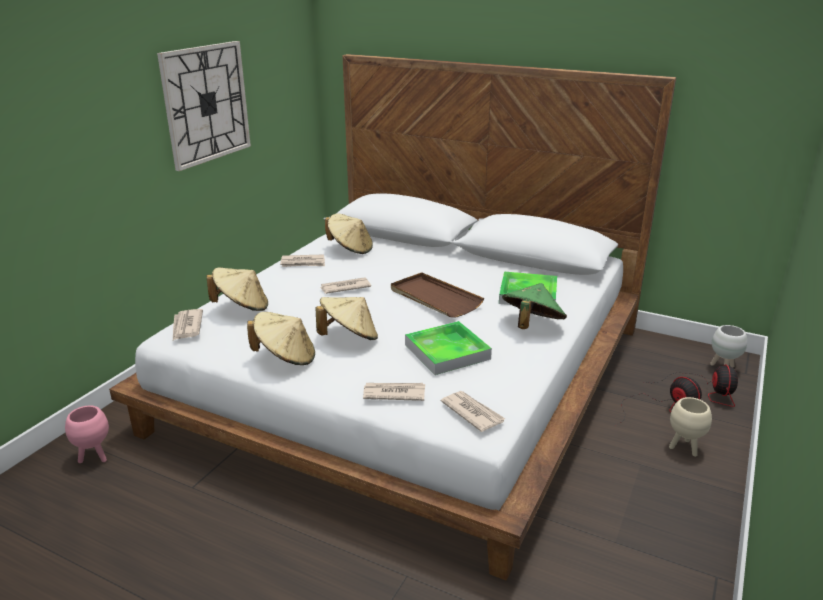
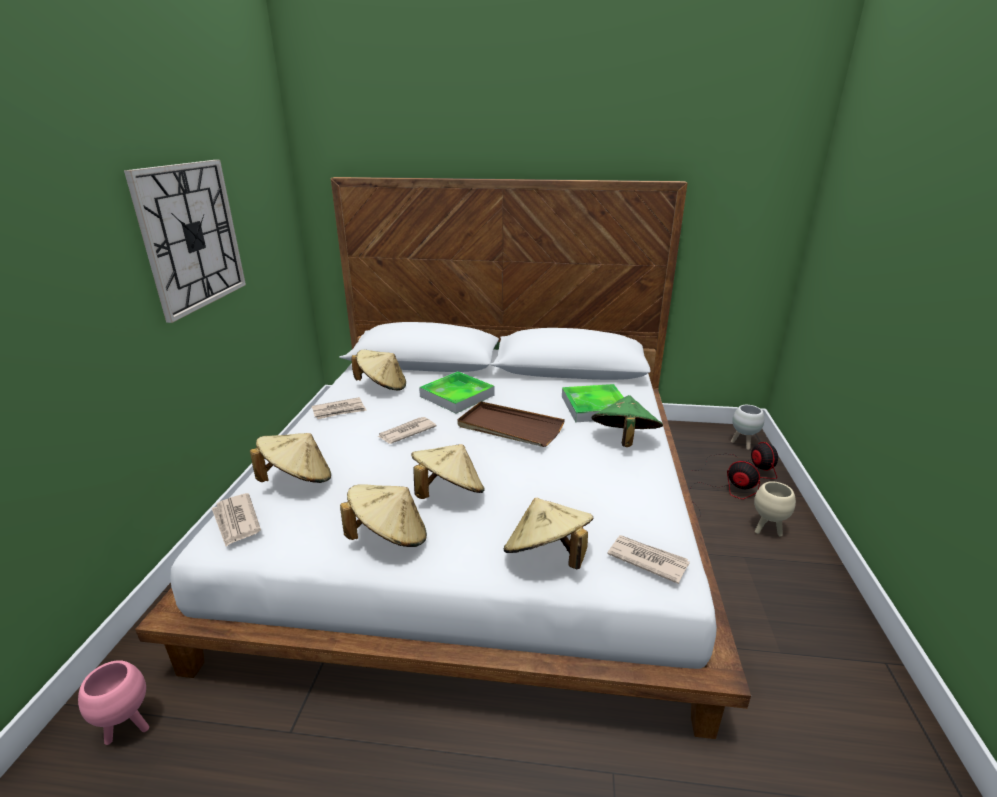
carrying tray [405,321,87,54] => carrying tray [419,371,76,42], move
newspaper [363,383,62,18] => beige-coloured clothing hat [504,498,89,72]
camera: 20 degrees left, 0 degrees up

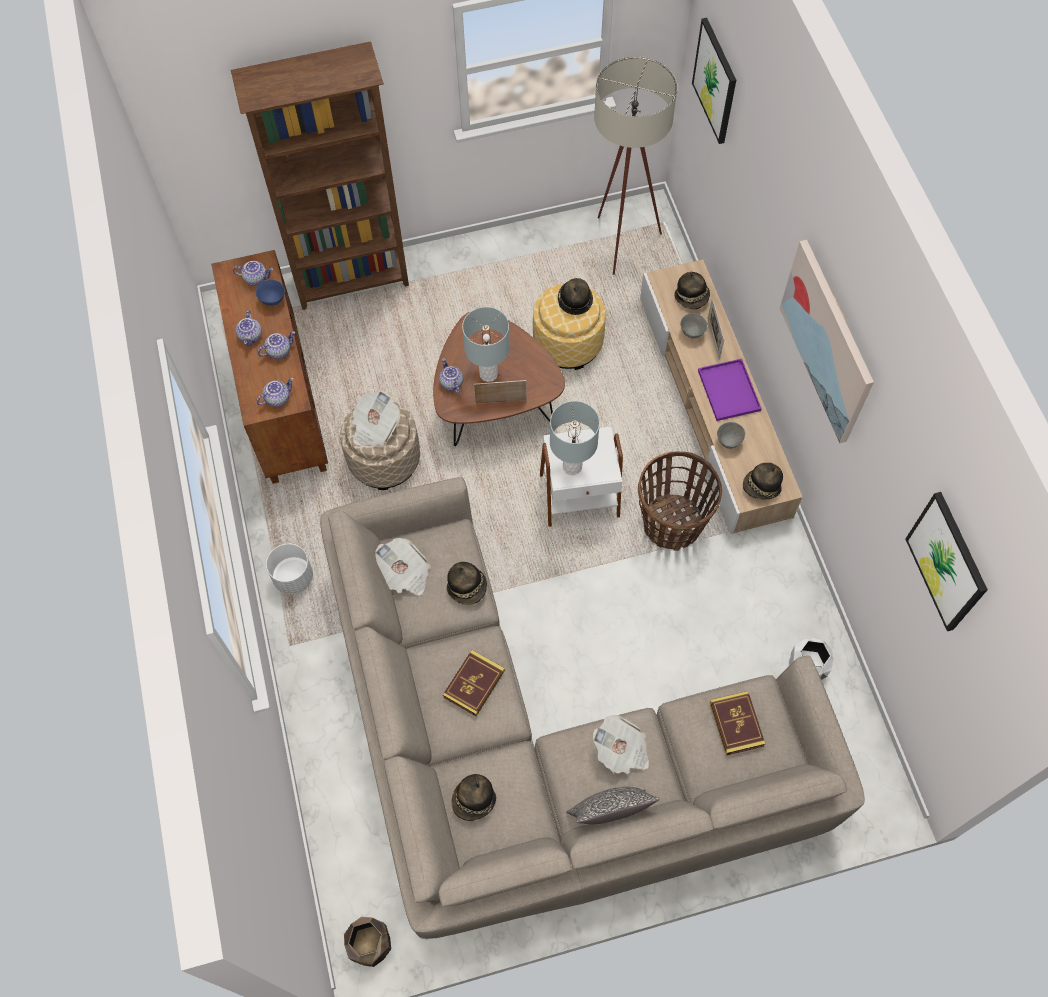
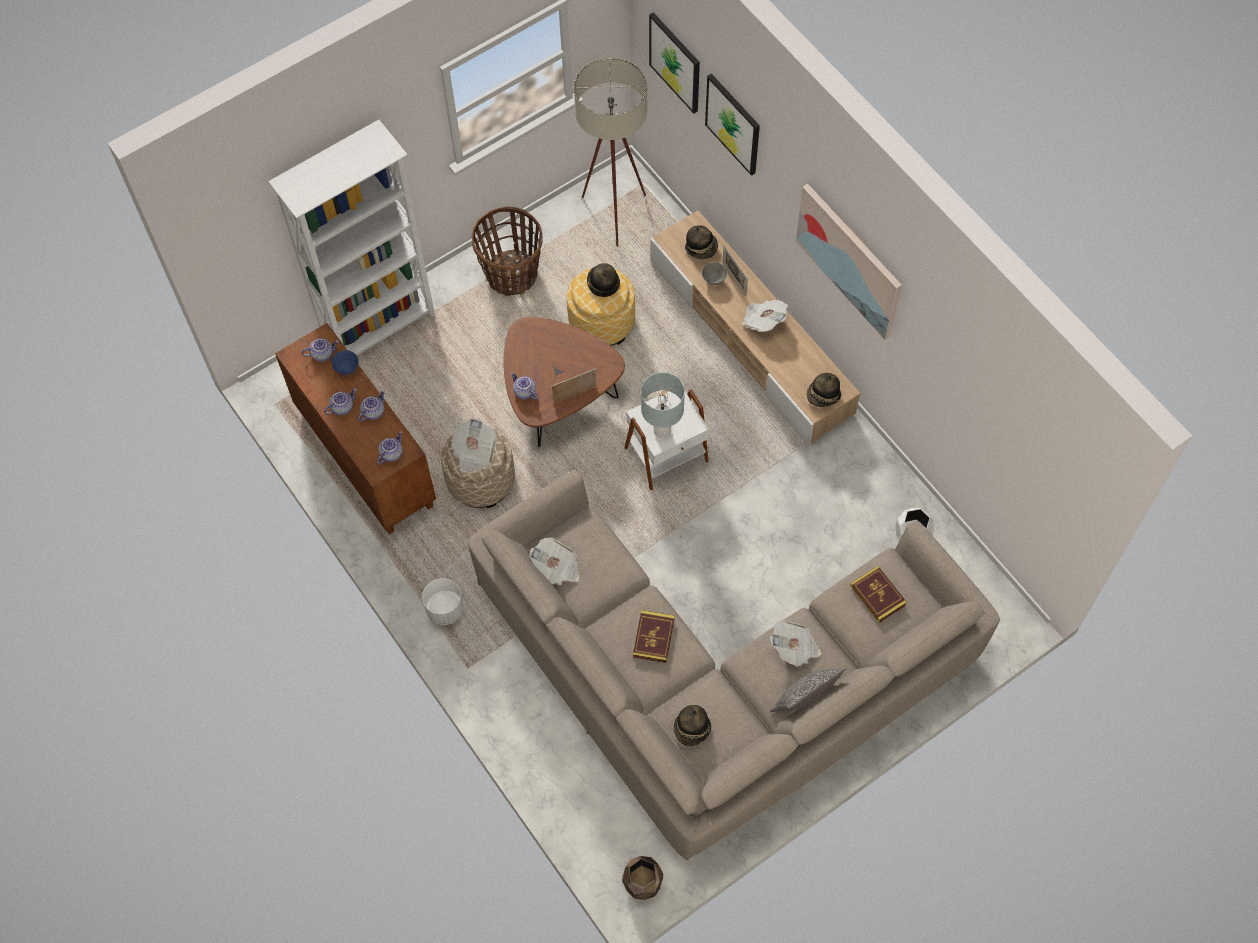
brownish shelving unit [231,41,178,269] => white shelving unit [268,120,167,235]
greyish lamp for a table [462,307,48,75] => nothing
pot for tea [236,310,26,36] => pot for tea [324,389,33,26], 105 degrees counterclockwise
purplish carrying tray [698,359,64,62] => newspaper [742,299,46,33]
greyish bowl [717,422,28,27] => nothing
household basket [638,451,84,100] => household basket [472,207,71,89], move
wall picture [905,492,83,139] => wall picture [705,74,55,102], move
clothing hat [447,562,40,43] => nothing
camera: 20 degrees left, 0 degrees up

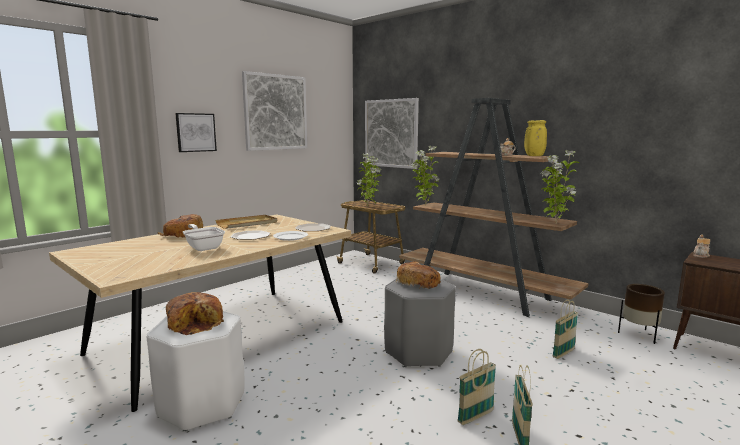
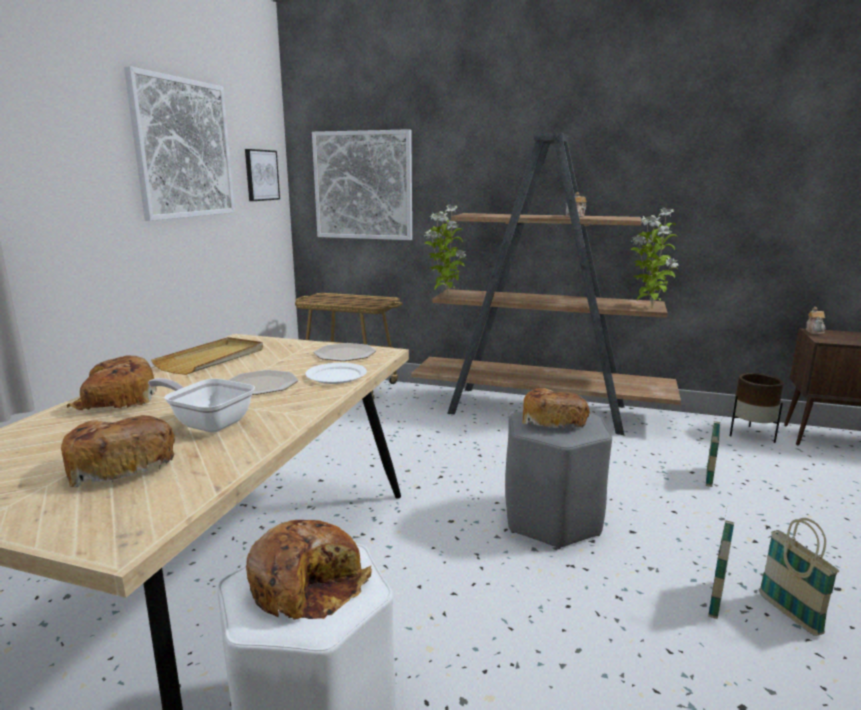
wall picture [175,113,42,39] => wall picture [245,149,35,52], move
yellow vase [524,120,23,36] => nothing
plant in a pot [356,153,26,54] => nothing
nothing => bakery bread [61,415,114,72]
camera: 25 degrees left, 5 degrees up

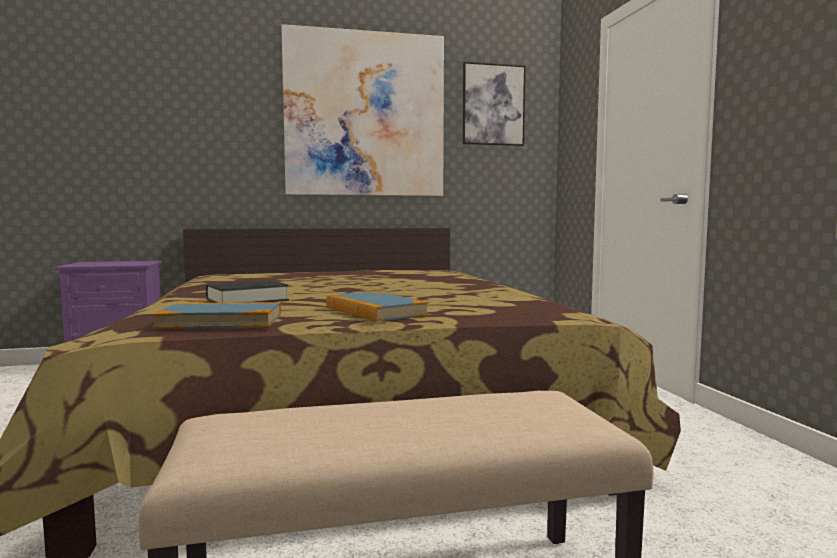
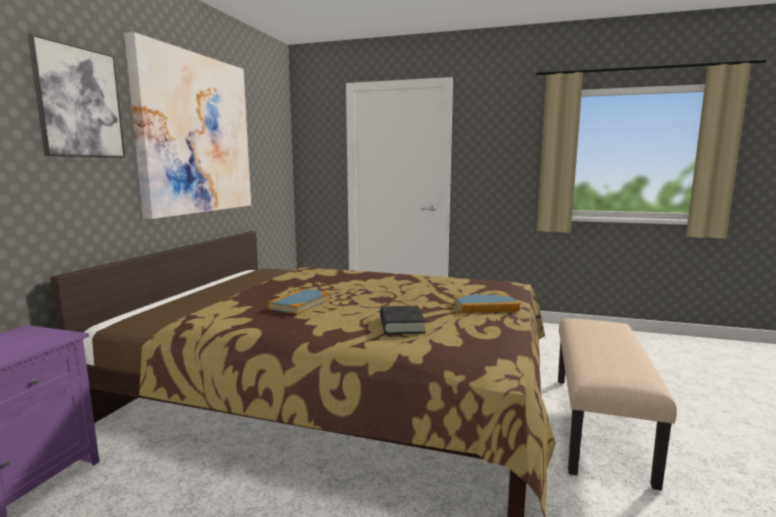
wall picture [463,62,63,84] => wall picture [28,33,97,125], move
bound book [152,302,129,27] => bound book [268,288,62,26], move
camera: 60 degrees left, 5 degrees up

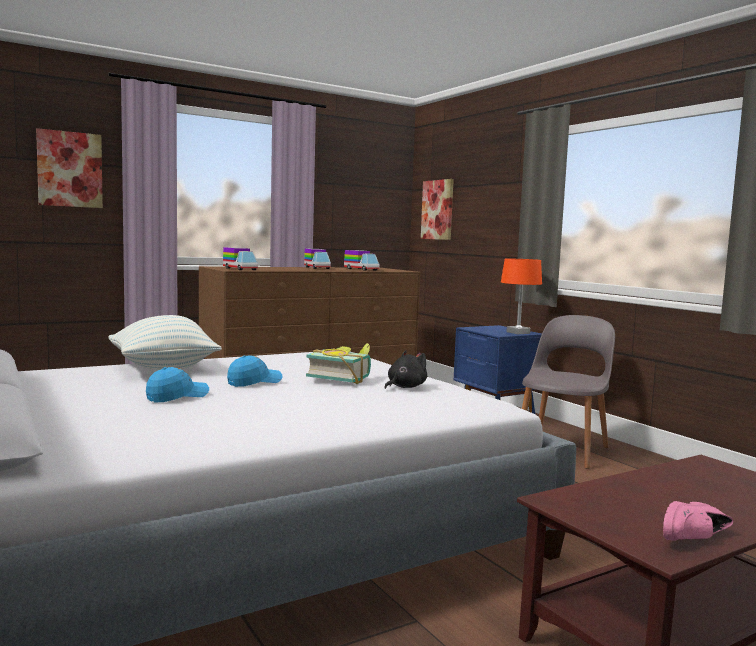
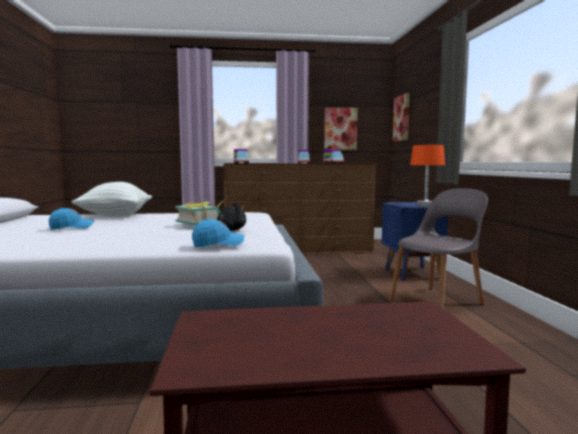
wall picture [36,128,67,80] => wall picture [324,107,34,43], move
blue-coloured peaked cap [227,355,55,32] => blue-coloured peaked cap [192,219,52,28], move
pinkish low shoe [663,501,70,40] => nothing
camera: 25 degrees right, 0 degrees up

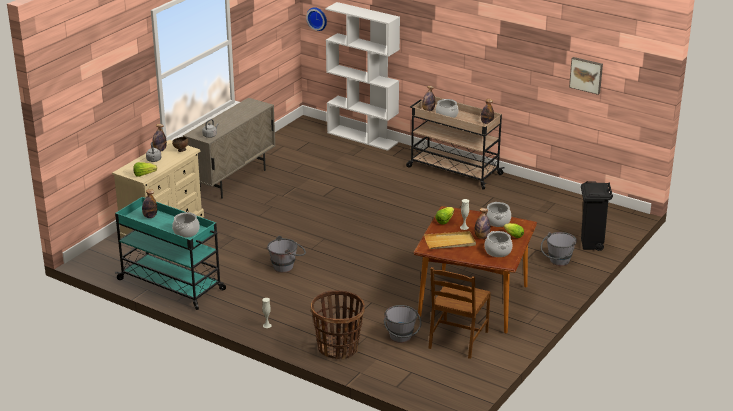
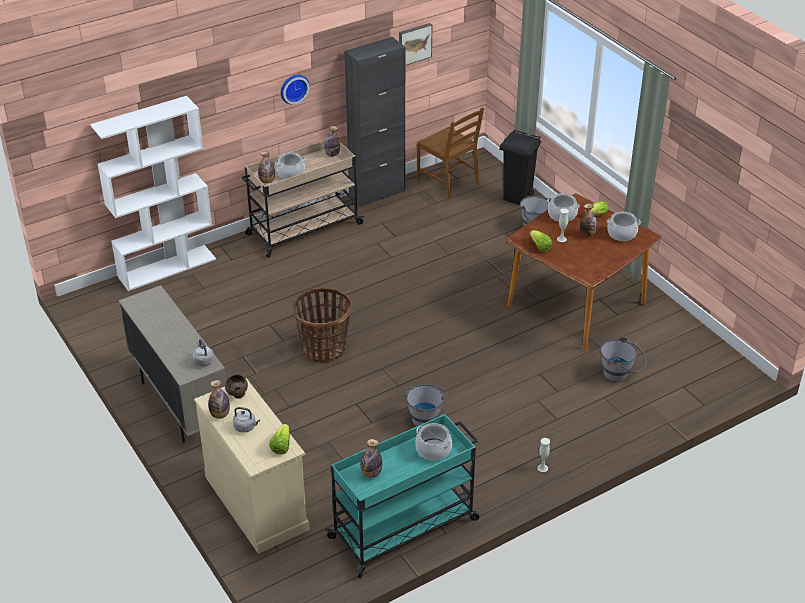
wall clock [306,7,21,24] => wall clock [281,75,29,30], move
beige-coloured carrying tray [424,231,52,18] => nothing
brownish chair [428,267,63,92] => brownish chair [417,107,67,93], move
household basket [311,290,54,69] => household basket [293,288,59,75], move
nothing => black-coloured cabinet [345,37,60,170]
camera: 65 degrees left, 10 degrees up

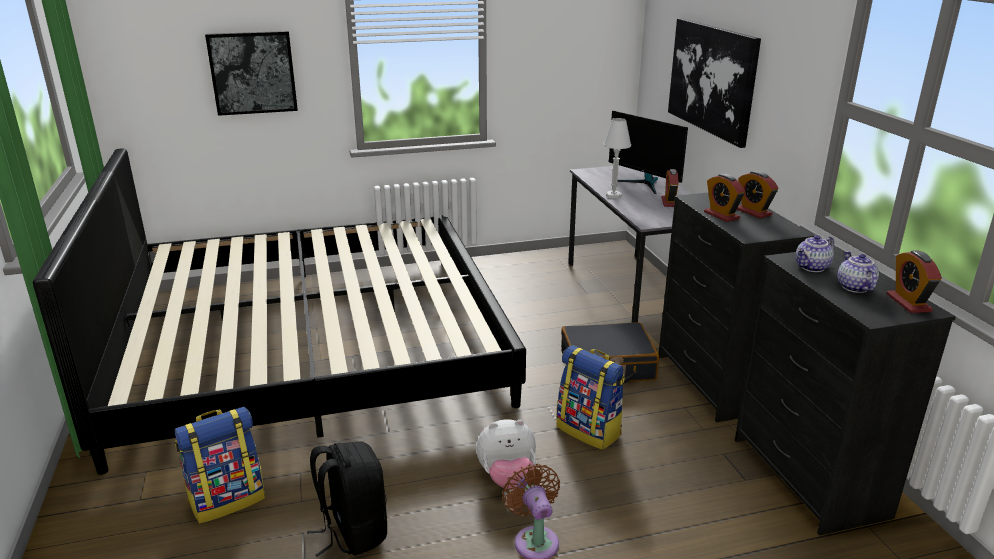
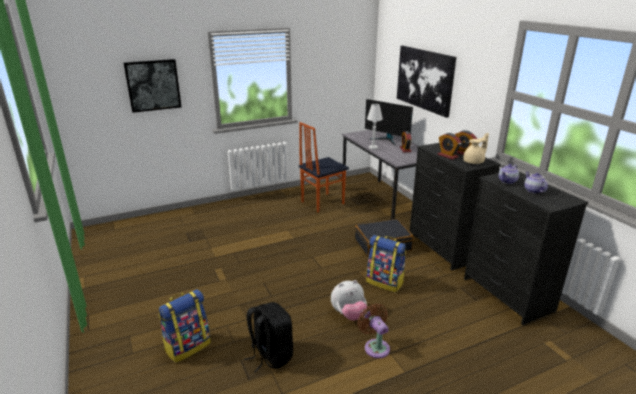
bed [33,148,493,327] => nothing
table clock [887,250,55,63] => nothing
nothing => chair [299,122,50,90]
nothing => beige-coloured pot for tea [463,133,26,31]
camera: 10 degrees left, 0 degrees up

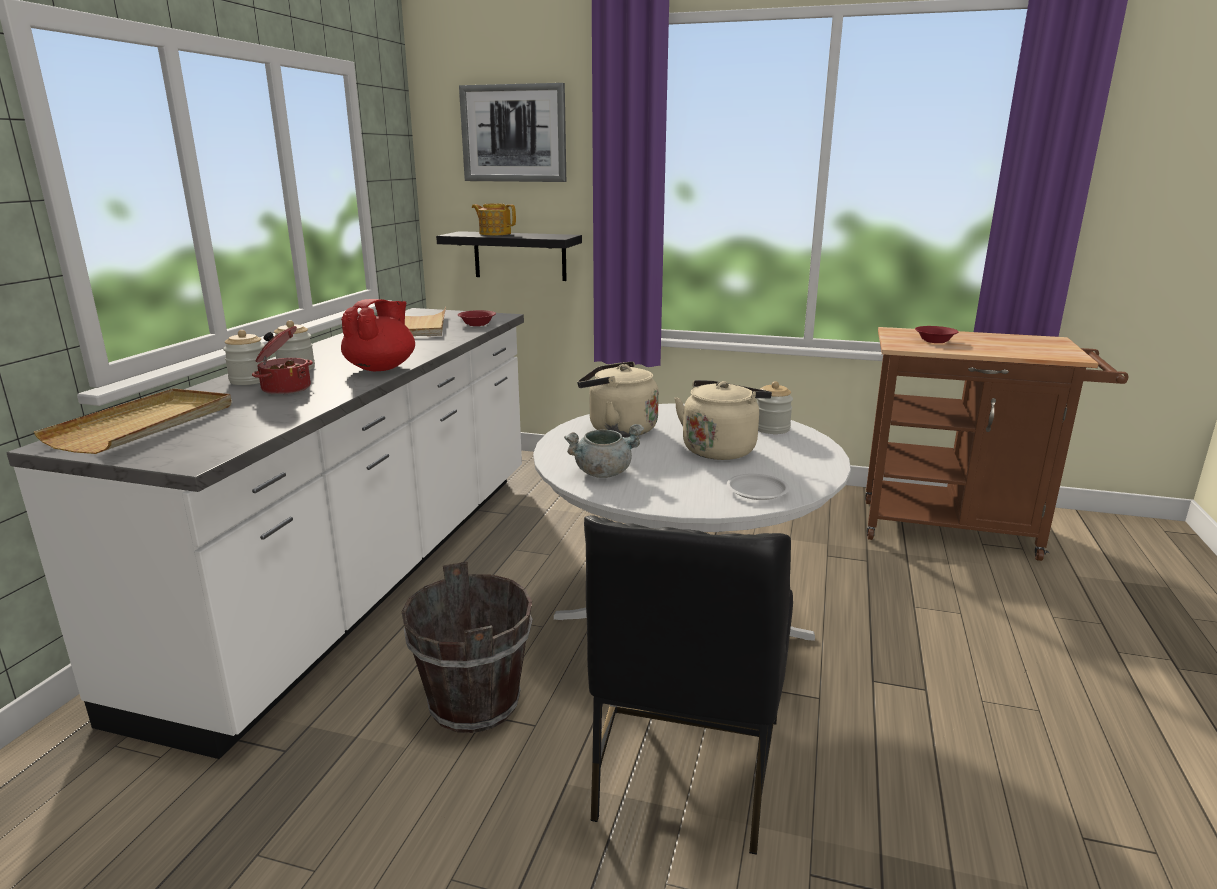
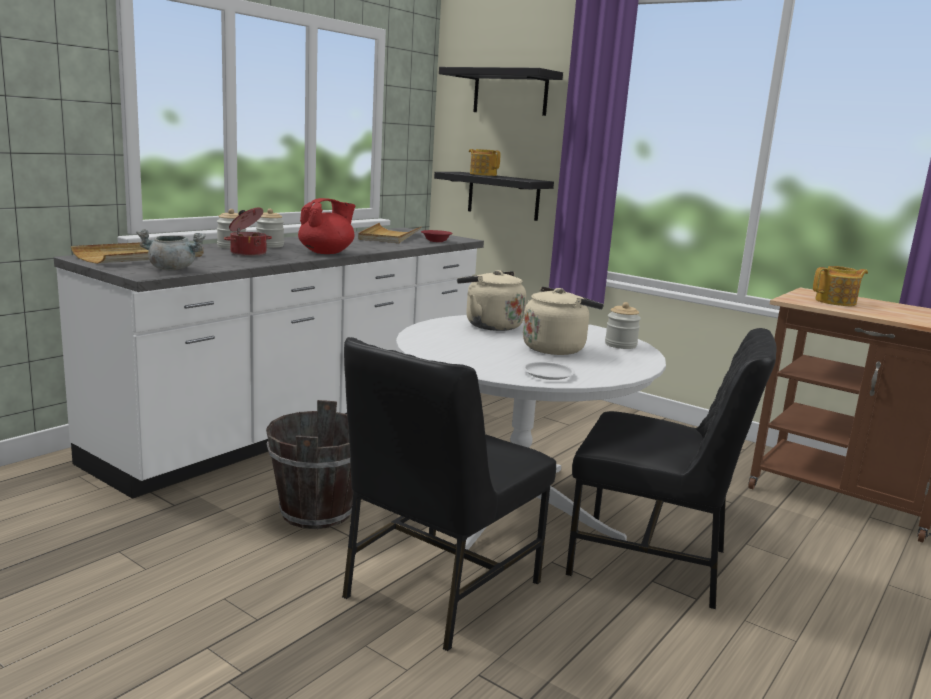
wall picture [459,83,107,99] => black-coloured wall shelf [439,67,124,49]
reddish bowl [915,326,44,17] => pot for tea [813,266,55,40]
greyish cooking pot [564,424,80,54] => greyish cooking pot [136,229,70,41], move
nothing => black-coloured chair [566,328,211,281]
camera: 20 degrees right, 5 degrees down

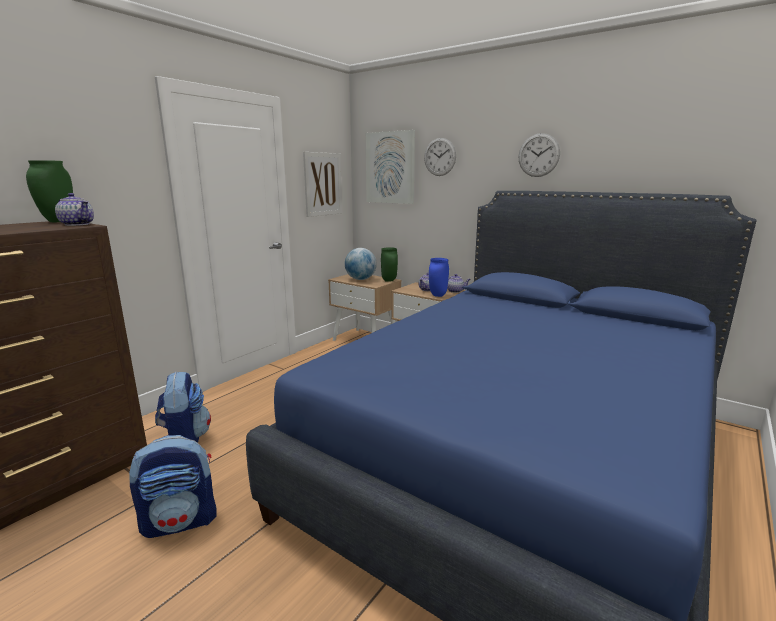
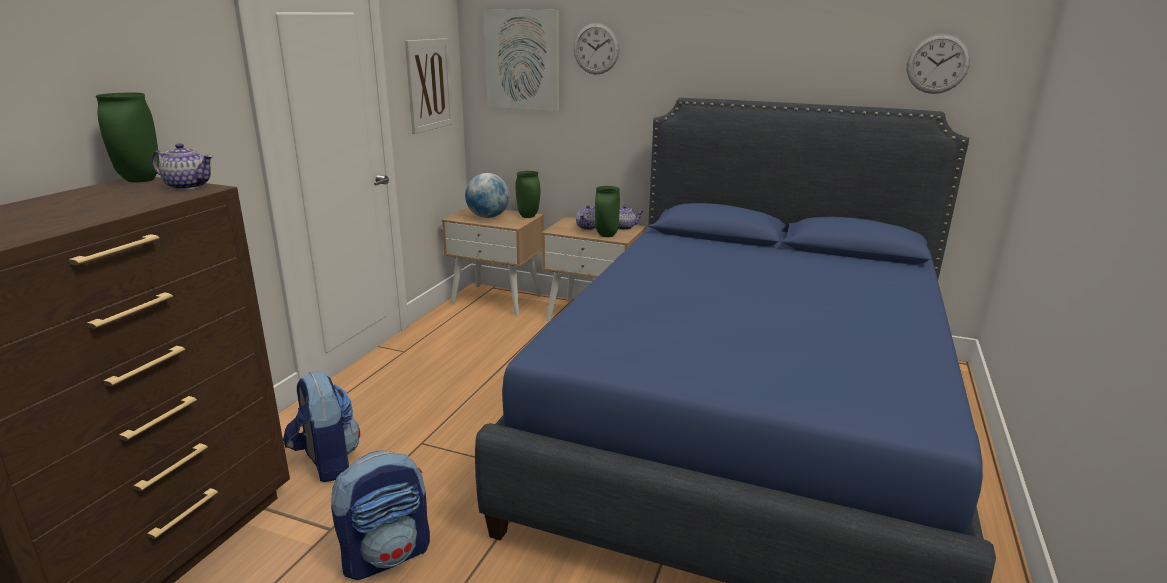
wall clock [519,133,41,44] => wall clock [907,34,63,60], move
blue-coloured vase [429,258,20,39] => greenish vase [595,186,25,51]
camera: 15 degrees left, 5 degrees up

